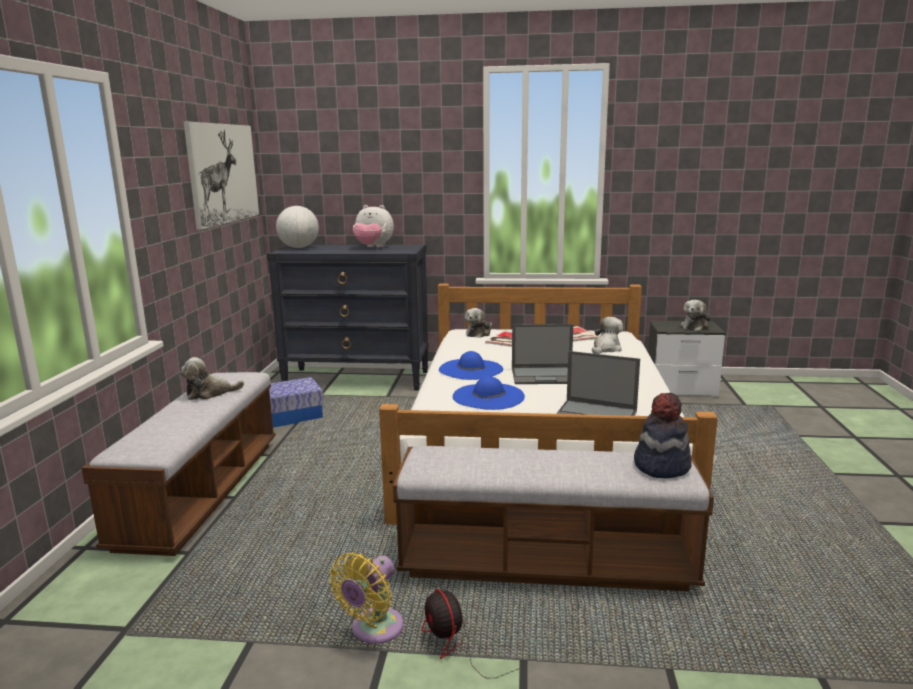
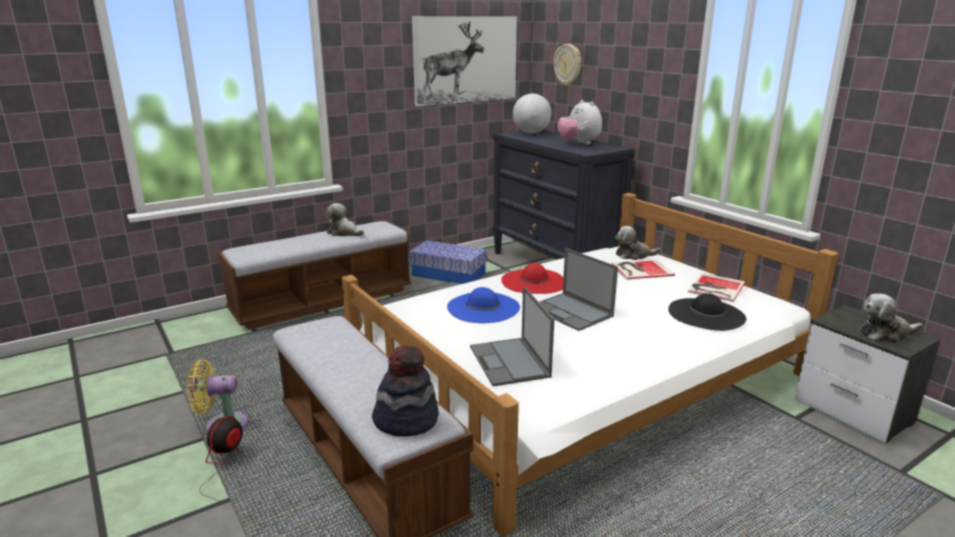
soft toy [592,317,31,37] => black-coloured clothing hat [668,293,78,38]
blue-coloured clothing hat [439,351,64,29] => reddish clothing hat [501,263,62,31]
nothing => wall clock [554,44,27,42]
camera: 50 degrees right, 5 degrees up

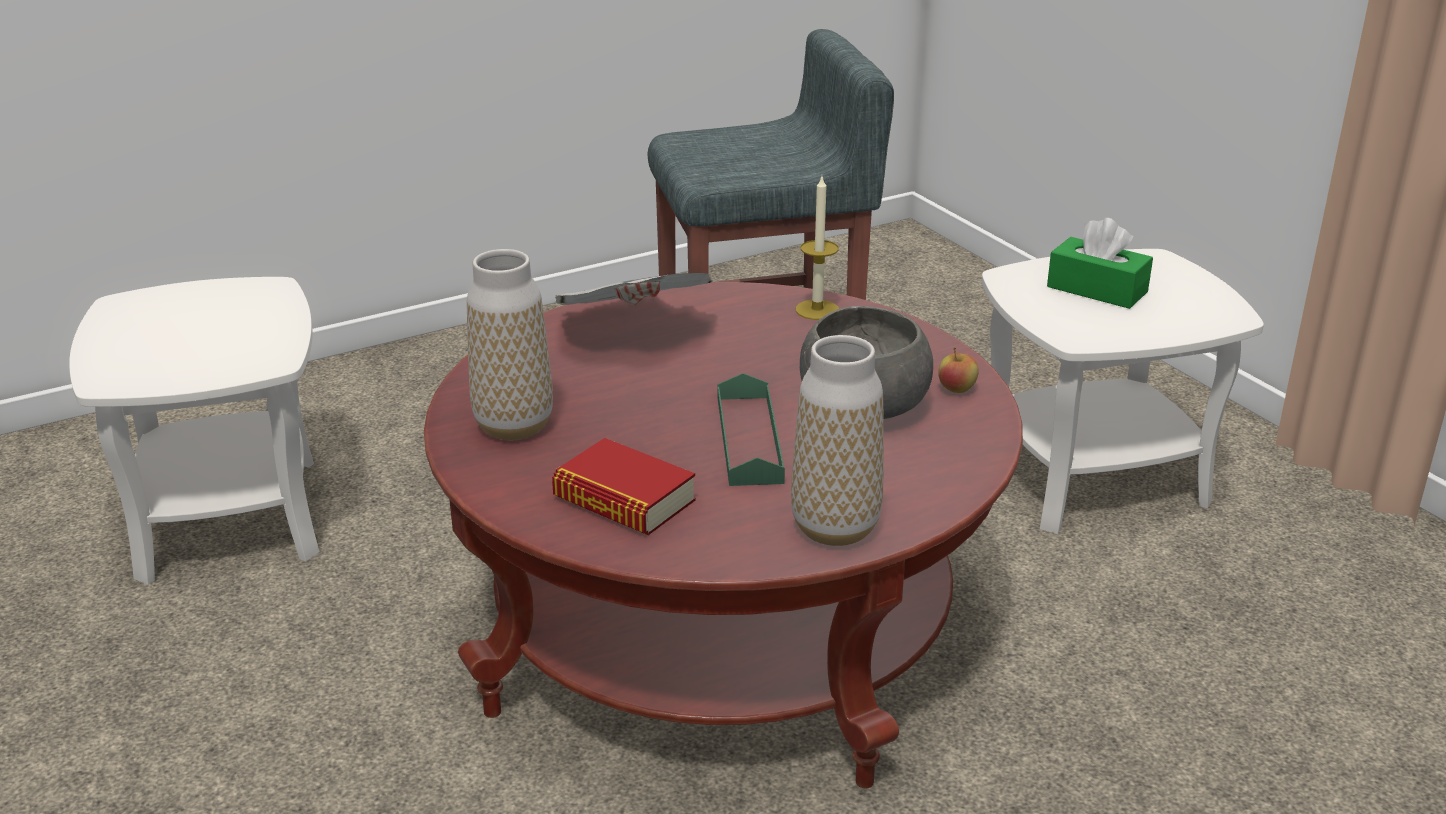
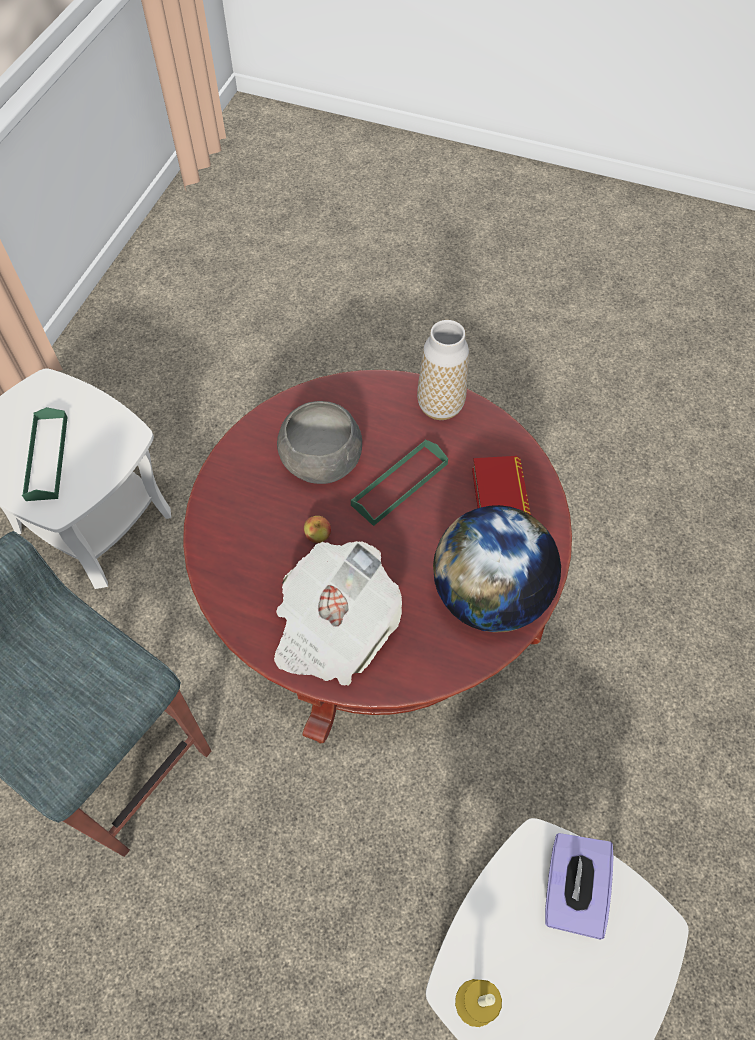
wax candle [796,177,43,143] => wax candle [455,979,47,48], move
greenish tissue holder [1047,218,106,91] => greenish carrying tray [22,407,46,94]
vase [467,249,86,191] => world globe [433,505,128,128]
apple [938,348,41,45] => apple [304,516,27,27], move
nothing => purplish tissue holder [545,833,69,107]
camera: 130 degrees left, 30 degrees up

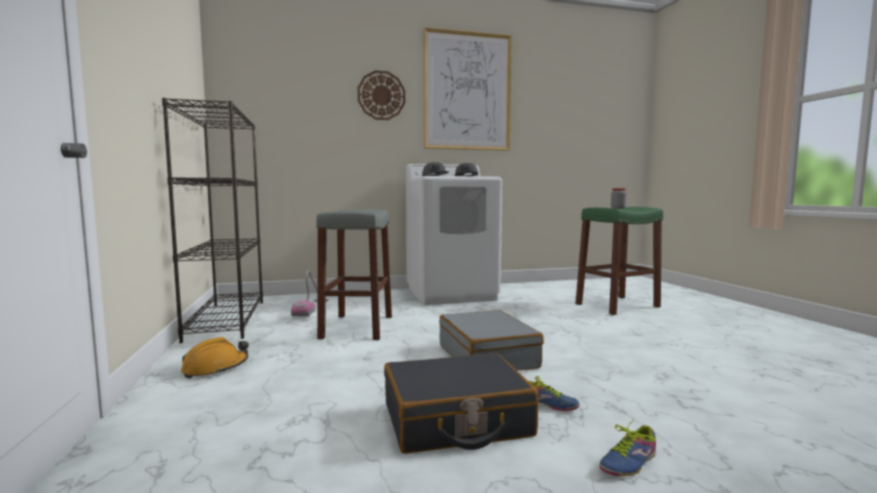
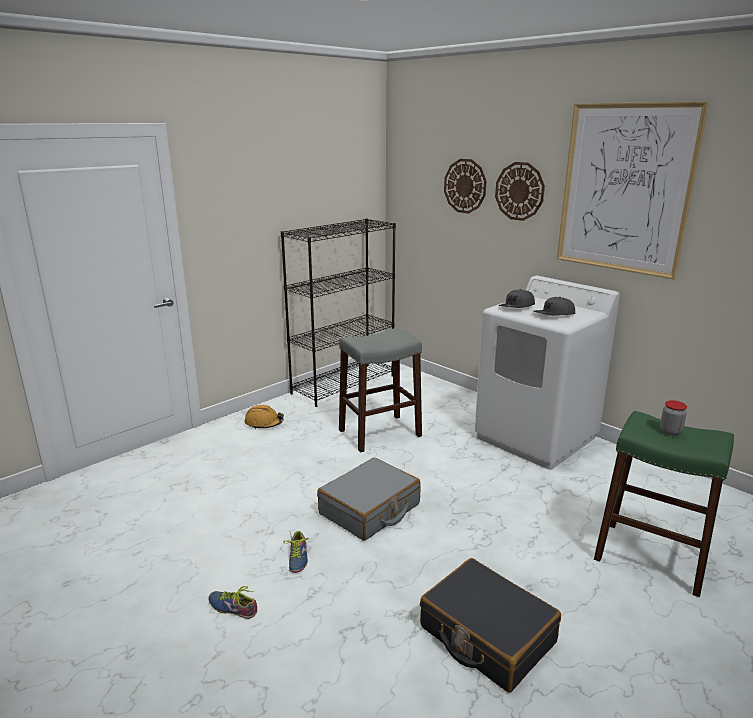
vacuum [291,270,37,47] => nothing
black-coloured travel case [384,353,154,101] => black-coloured travel case [420,558,141,135], move
nothing => wall clock [444,159,43,55]
camera: 60 degrees right, 15 degrees up

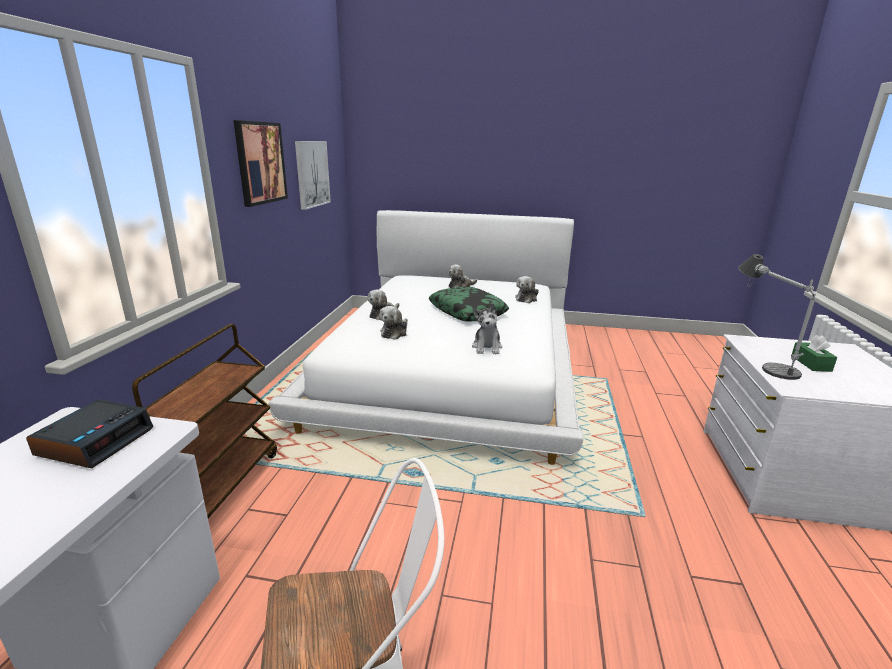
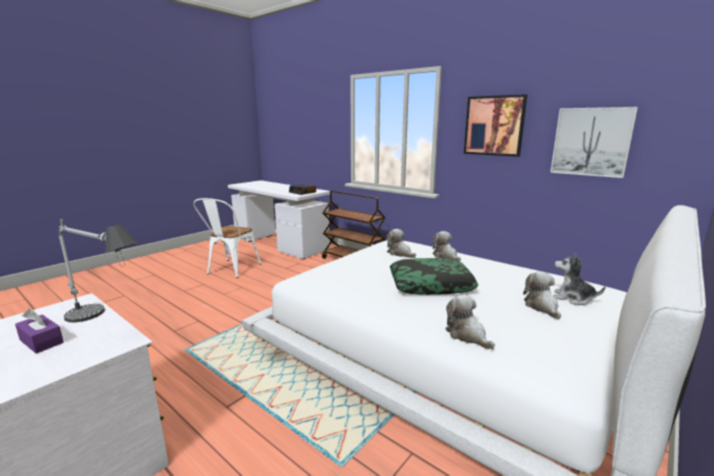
soft toy [472,303,30,51] => soft toy [553,253,53,52], move
greenish tissue holder [792,335,46,37] => purplish tissue holder [15,309,49,45]
camera: 120 degrees right, 5 degrees down

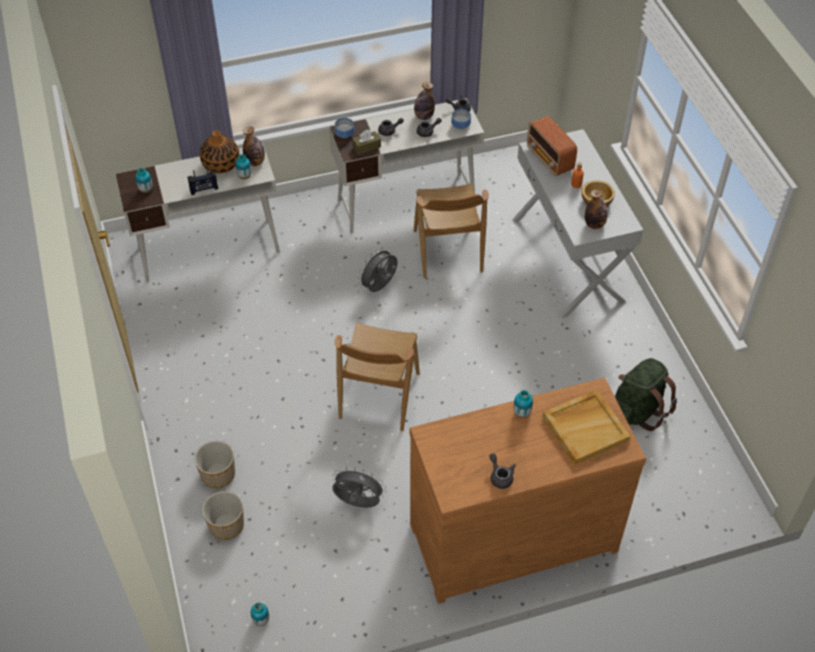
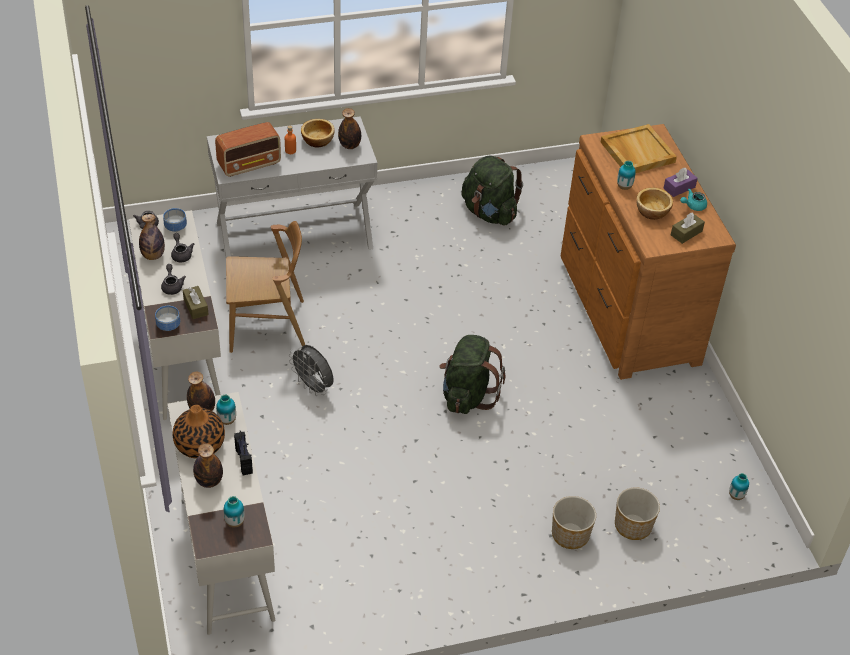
brownish chair [335,323,85,108] => greenish backpack [439,335,67,79]
greyish pot for tea [489,453,27,36] => turquoise pot for tea [680,188,27,23]
greyish electric fan [332,467,54,41] => nothing
nothing => purplish tissue holder [663,168,35,29]
nothing => bowl [636,187,37,33]
nothing => brownish tissue holder [671,213,34,31]
nothing => bottle [193,443,30,45]
camera: 90 degrees left, 5 degrees down

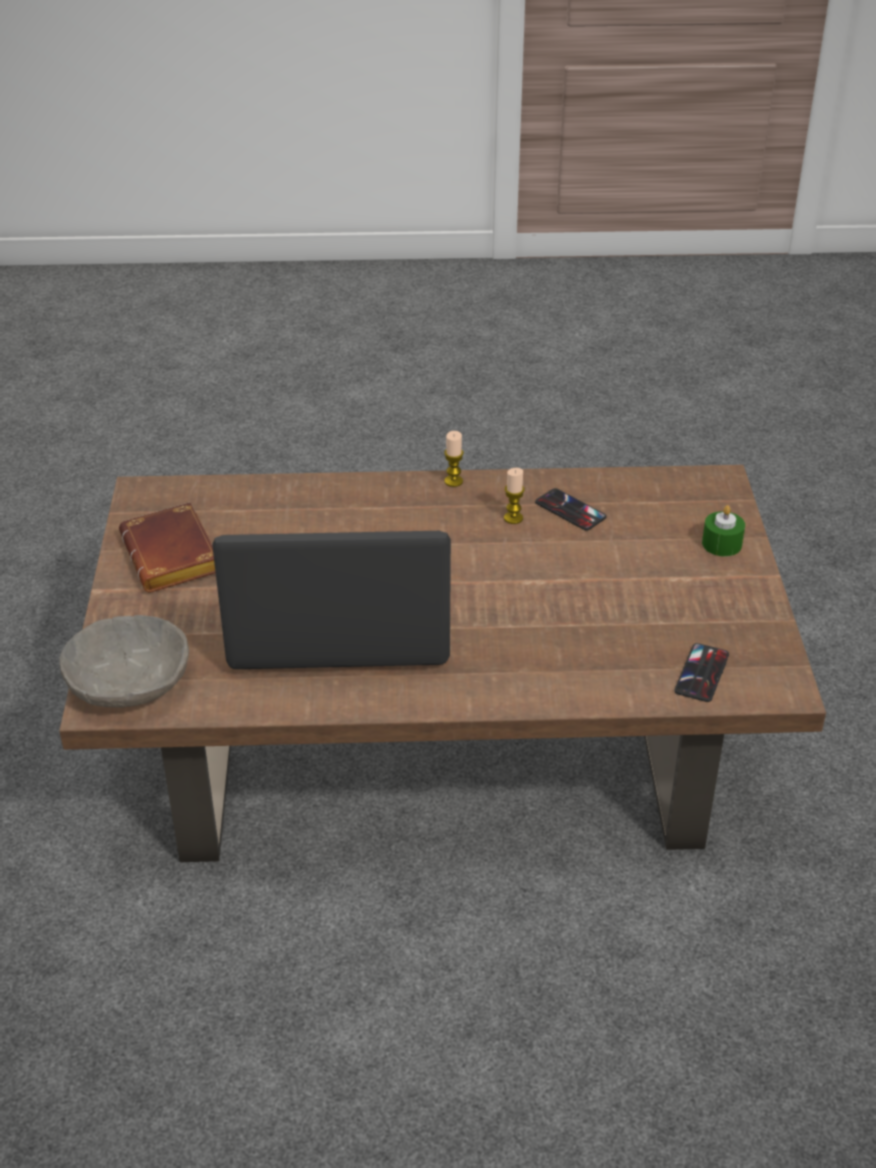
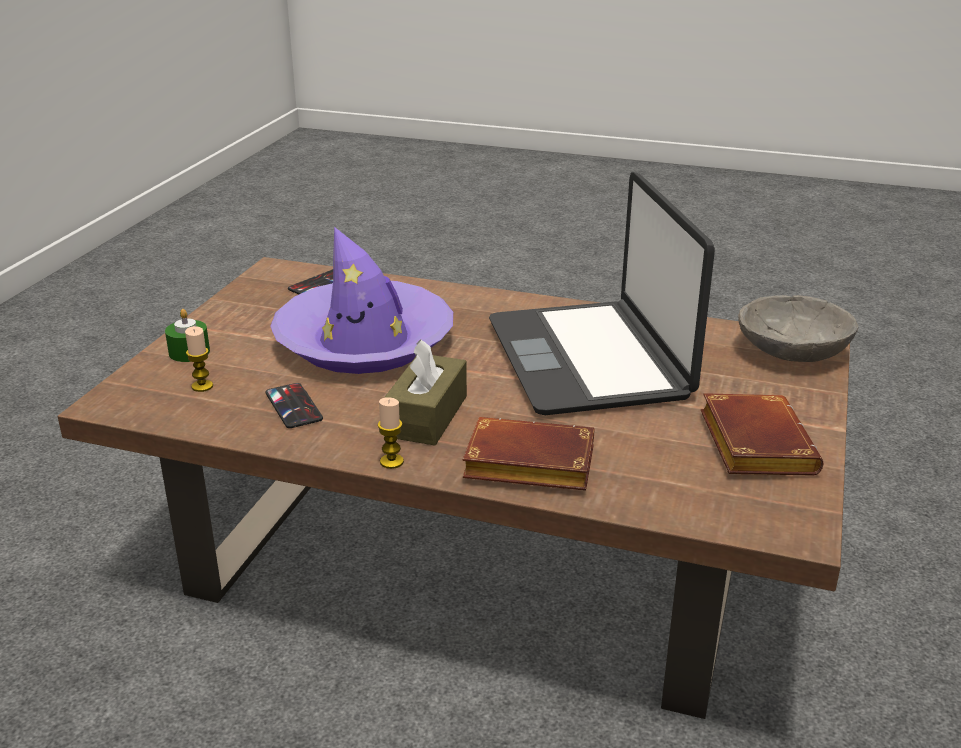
wax candle [504,468,21,56] => wax candle [185,326,28,66], move
portable computer [212,531,239,138] => portable computer [489,172,226,243], 60 degrees clockwise
nothing => purplish clothing hat [270,227,183,147]
nothing => brownish tissue holder [384,339,83,107]
nothing => brownish bound book [463,417,132,74]
camera: 160 degrees left, 10 degrees down

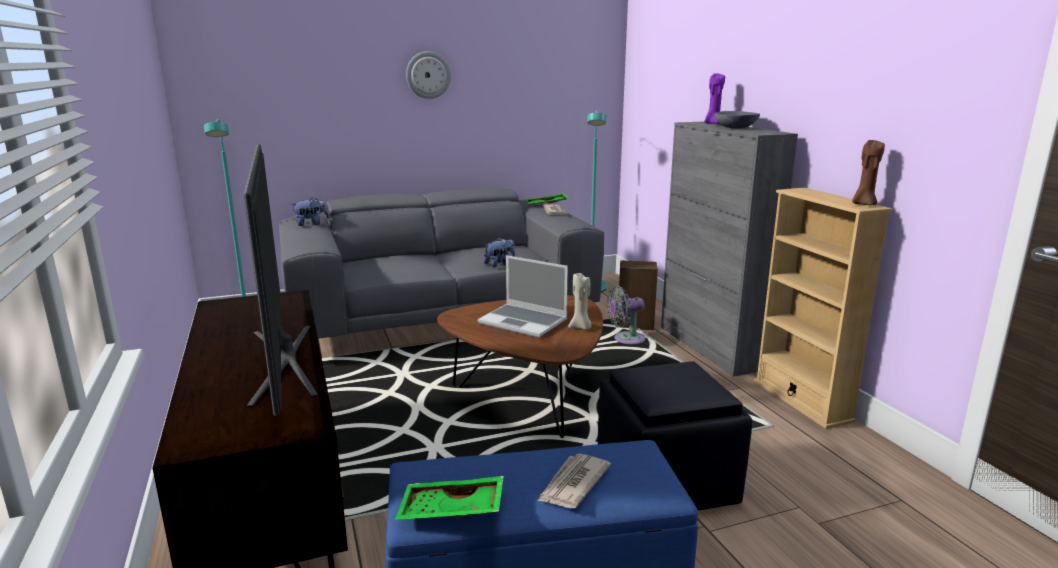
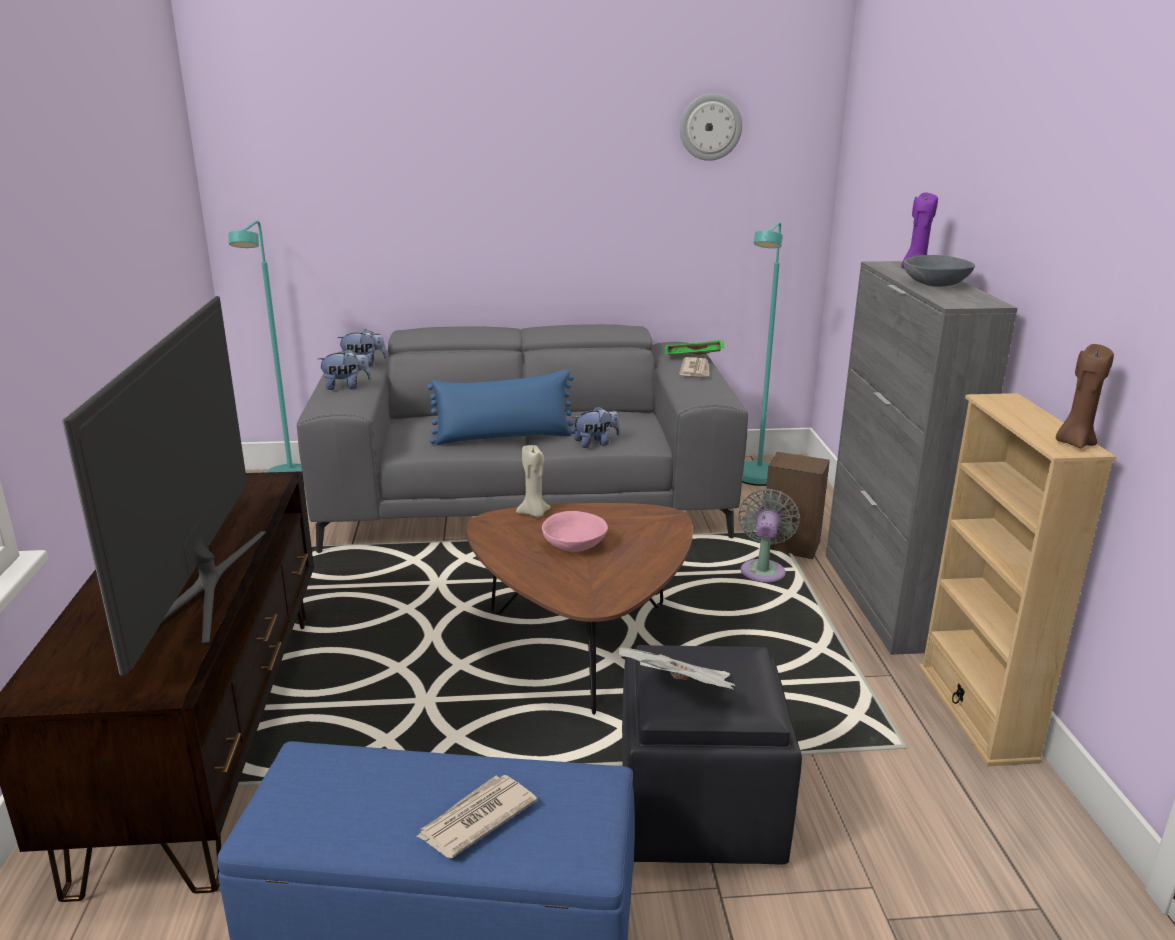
wall clock [406,51,45,48] => wall clock [680,93,62,68], move
portable computer [477,255,91,83] => pinkish bowl [542,511,66,41]
beige-coloured wax candle [568,273,23,57] => beige-coloured wax candle [516,445,35,72], move
greyish electric fan [607,286,39,59] => greyish electric fan [738,489,62,93], 105 degrees clockwise
greenish carrying tray [395,476,109,44] => nothing
nothing => soft toy [318,349,53,41]
nothing => blue-coloured cushion [427,369,148,76]
nothing => newspaper [618,647,117,43]
camera: 15 degrees right, 5 degrees up

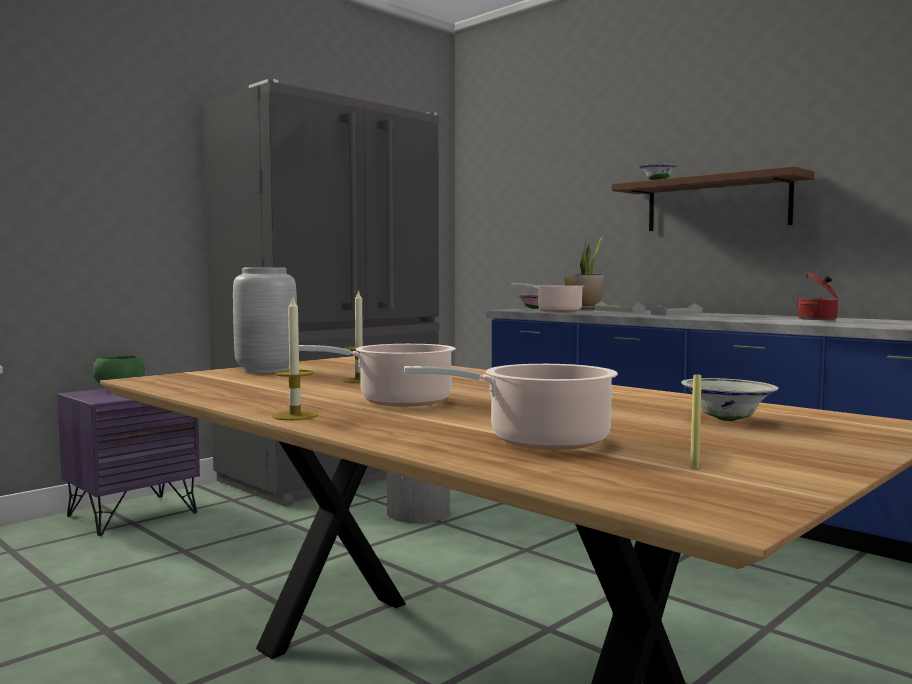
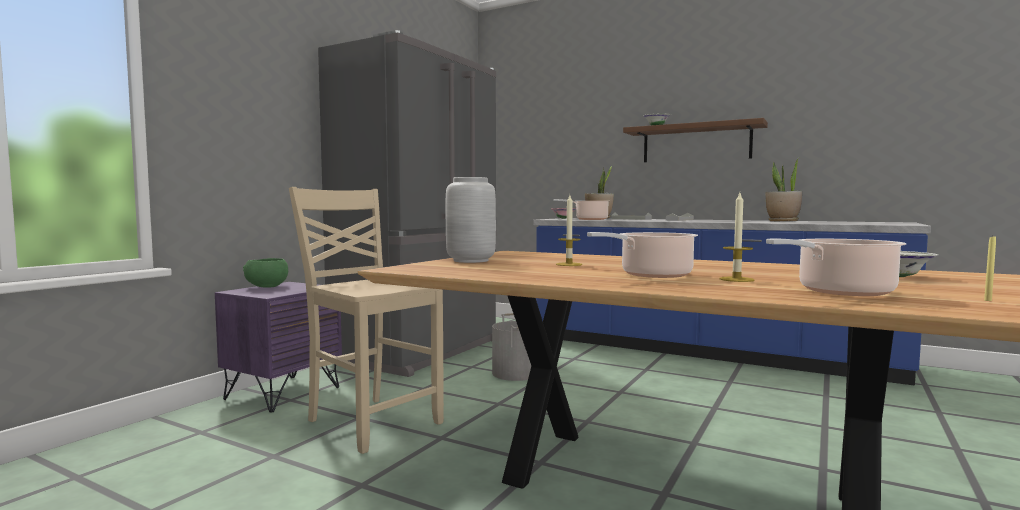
cooking pot [797,271,41,49] => plant in a pot [765,159,37,62]
wax candle [272,298,46,122] => wax candle [719,193,36,89], move
nothing => beige-coloured chair [289,187,155,267]
camera: 15 degrees left, 0 degrees up

